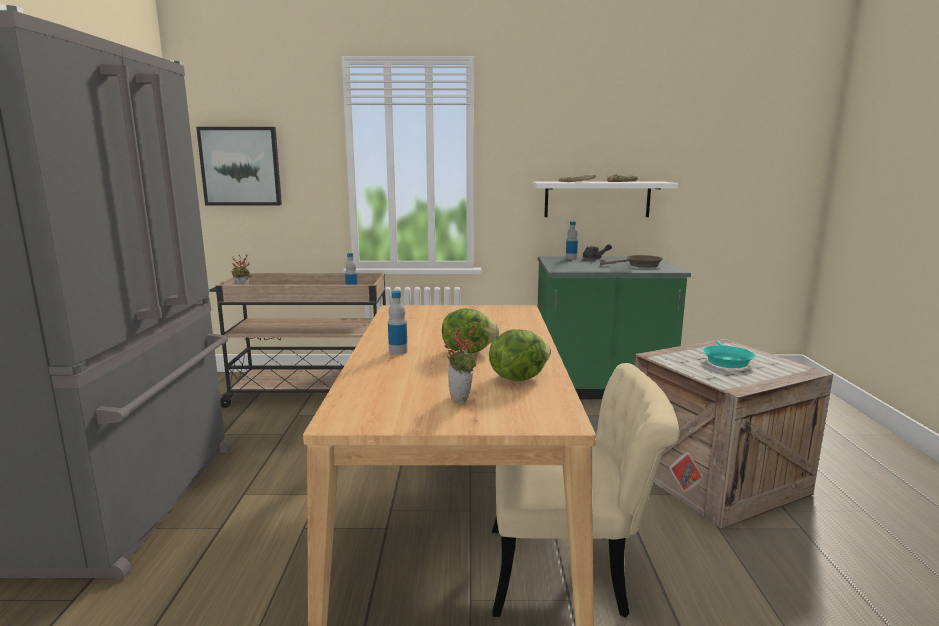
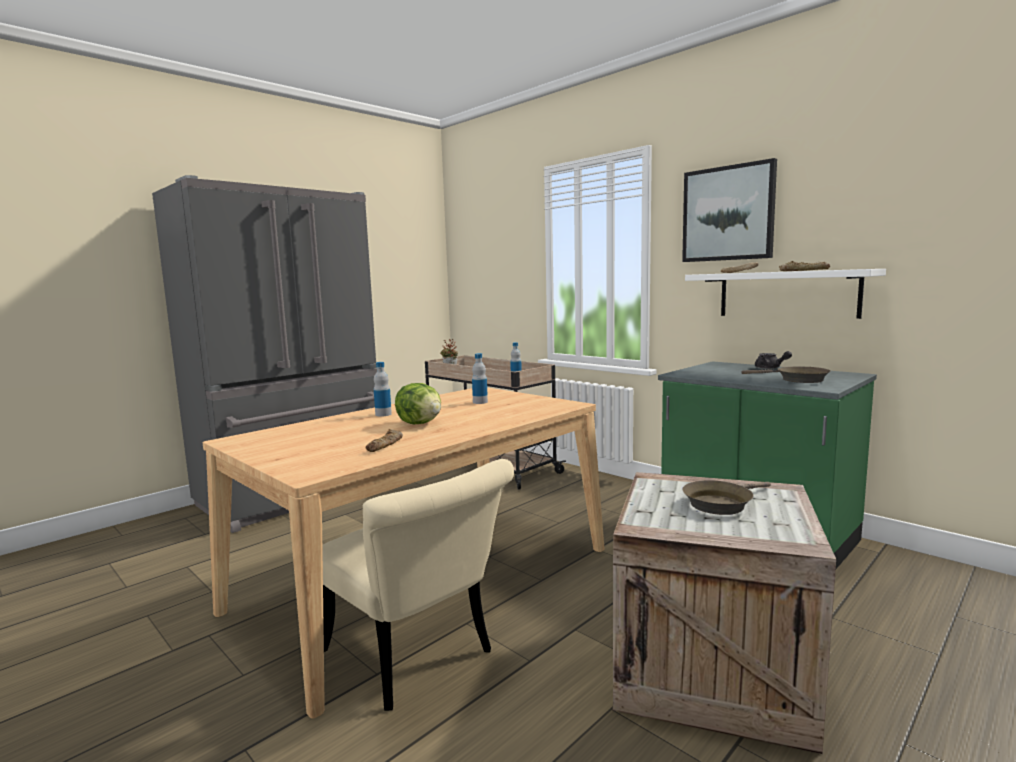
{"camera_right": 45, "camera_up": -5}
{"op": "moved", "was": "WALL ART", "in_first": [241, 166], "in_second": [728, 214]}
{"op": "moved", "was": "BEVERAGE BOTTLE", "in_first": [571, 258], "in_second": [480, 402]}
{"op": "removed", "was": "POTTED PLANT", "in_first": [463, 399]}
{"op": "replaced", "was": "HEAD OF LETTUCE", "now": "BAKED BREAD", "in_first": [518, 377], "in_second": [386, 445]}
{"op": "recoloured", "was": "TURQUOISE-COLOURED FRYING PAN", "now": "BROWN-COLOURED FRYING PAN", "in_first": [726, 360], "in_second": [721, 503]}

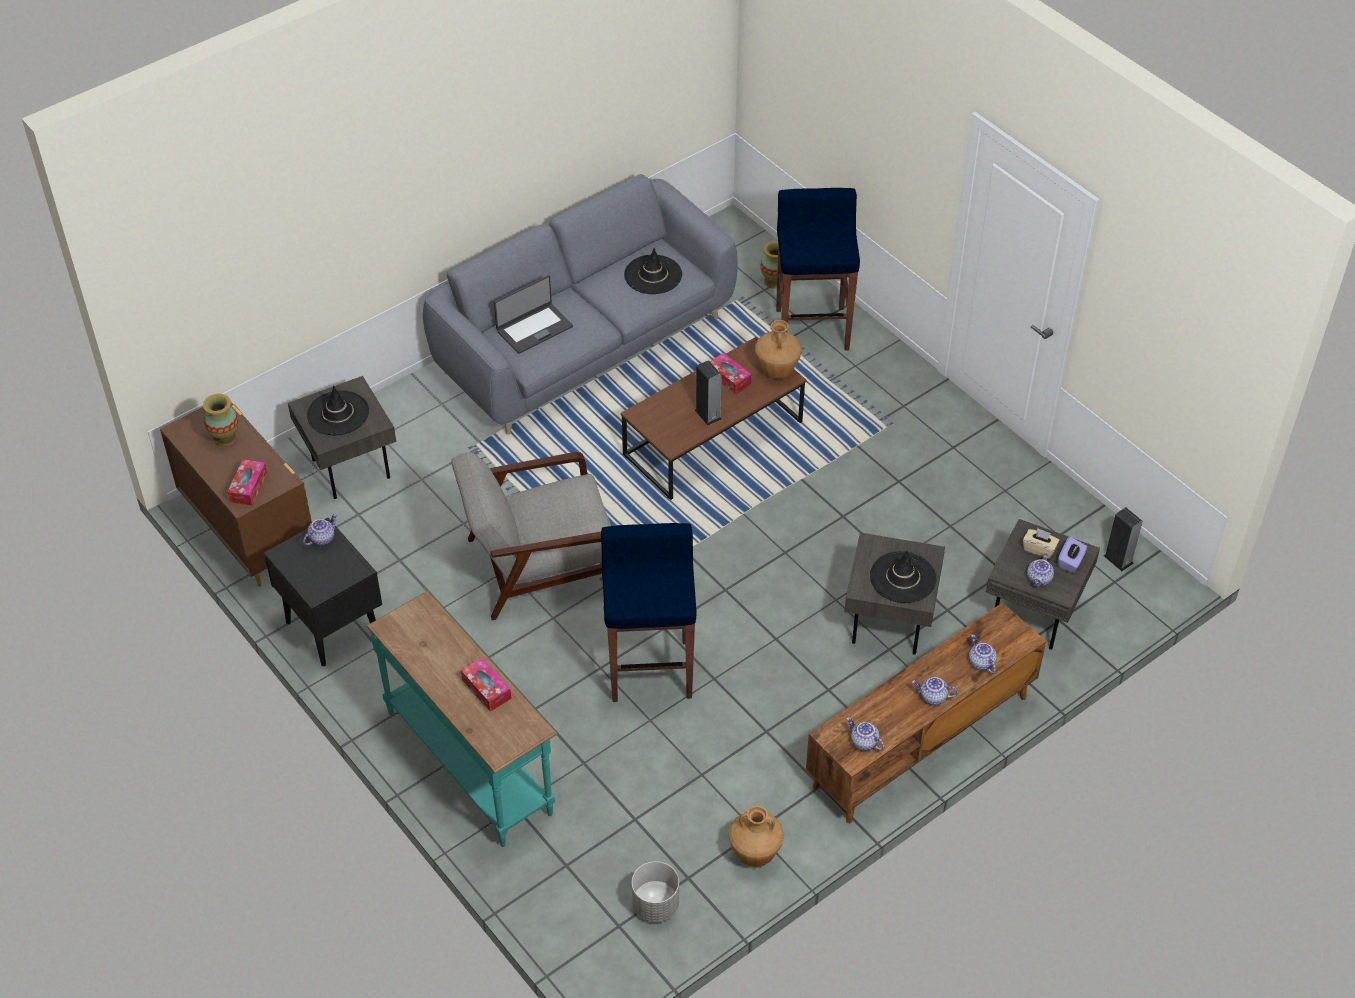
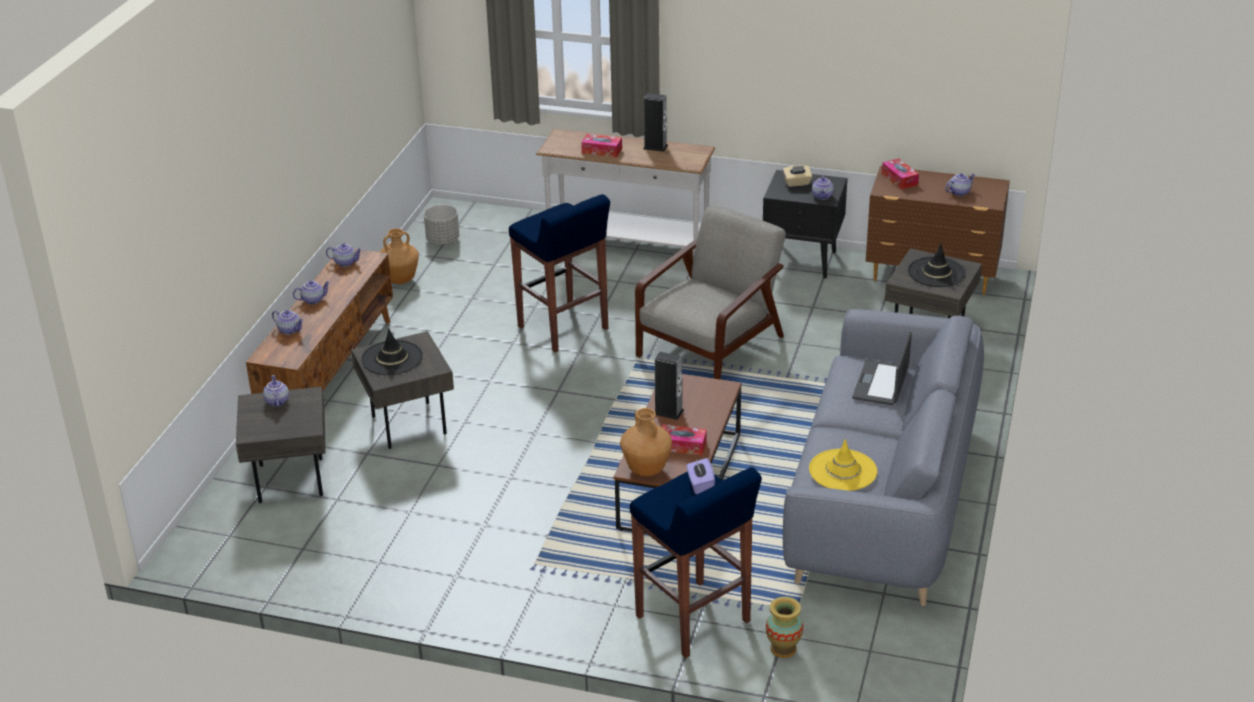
{"camera_right": 145, "camera_up": -15}
{"op": "recoloured", "was": "BLACKISH CLOTHING HAT", "now": "YELLOWISH CLOTHING HAT", "in_first": [653, 275], "in_second": [843, 470]}
{"op": "replaced", "was": "VASE", "now": "POT FOR TEA", "in_first": [225, 438], "in_second": [959, 192]}
{"op": "moved", "was": "LOUDSPEAKER", "in_first": [1118, 559], "in_second": [655, 147]}
{"op": "moved", "was": "SAND-COLOURED TISSUE BOX", "in_first": [1039, 549], "in_second": [797, 183]}
{"op": "moved", "was": "PURPLE-COLOURED TISSUE BOX", "in_first": [1070, 562], "in_second": [700, 485]}
{"op": "recoloured", "was": "TURQUOISE-COLOURED NARROW TABLE", "now": "WHITISH NARROW TABLE", "in_first": [471, 761], "in_second": [627, 246]}

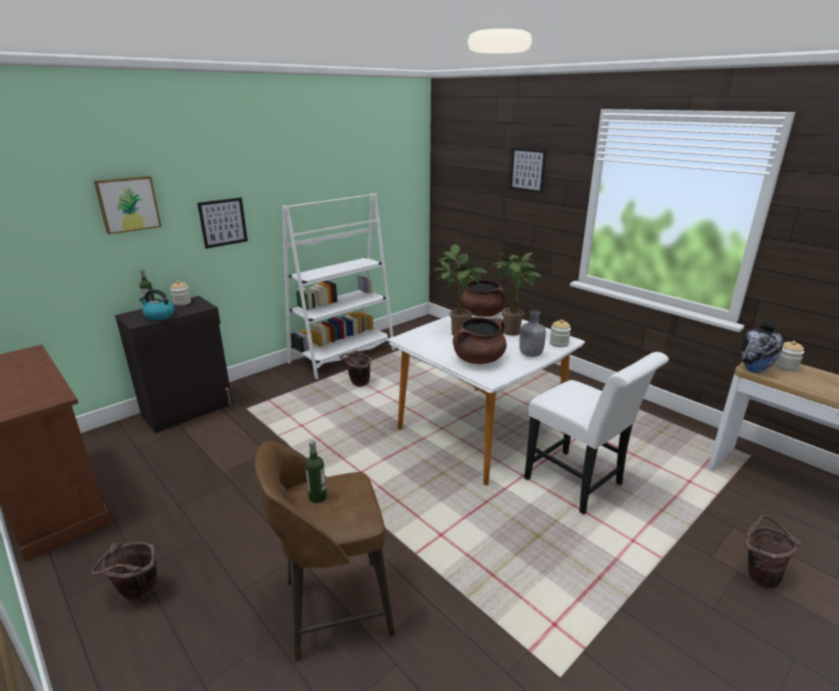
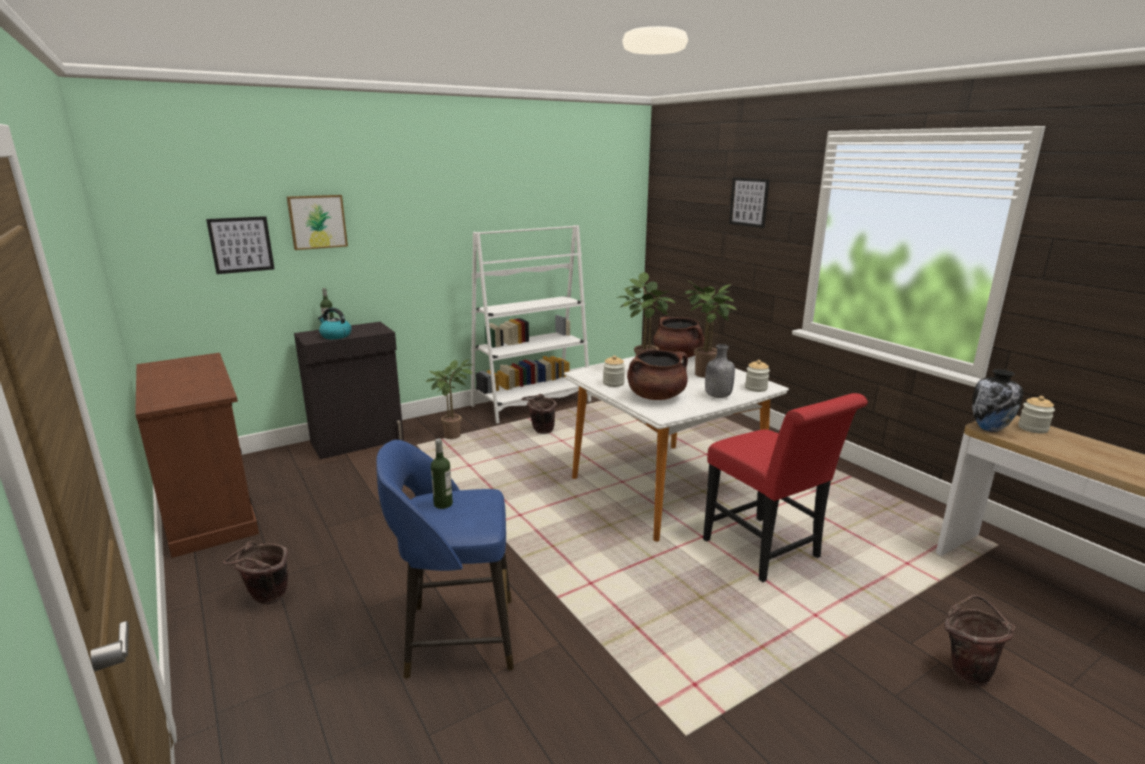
{"camera_right": 10, "camera_up": -5}
{"op": "moved", "was": "WALL ART", "in_first": [223, 222], "in_second": [241, 244]}
{"op": "moved", "was": "STORAGE JAR", "in_first": [182, 303], "in_second": [613, 383]}
{"op": "recoloured", "was": "WHITISH CHAIR", "now": "RED CHAIR", "in_first": [579, 485], "in_second": [767, 553]}
{"op": "recoloured", "was": "BROWN-COLOURED STOOL SEAT", "now": "BLUISH STOOL SEAT", "in_first": [334, 608], "in_second": [456, 636]}
{"op": "added", "now": "POTTED PLANT", "in_second": [453, 435]}

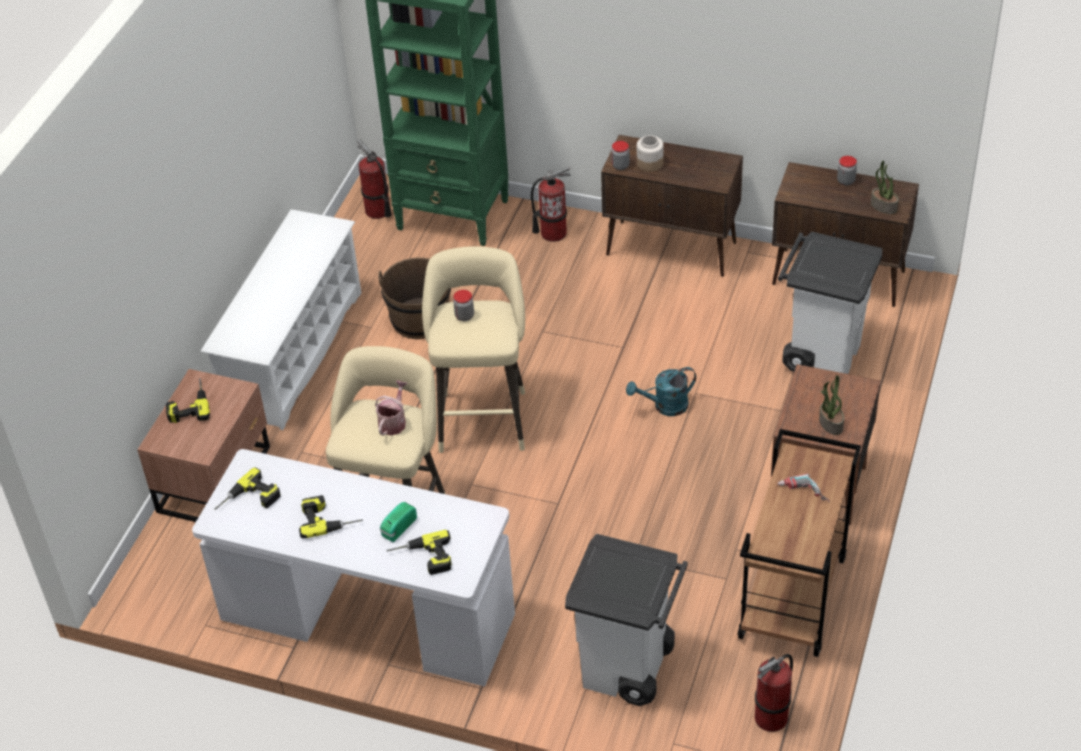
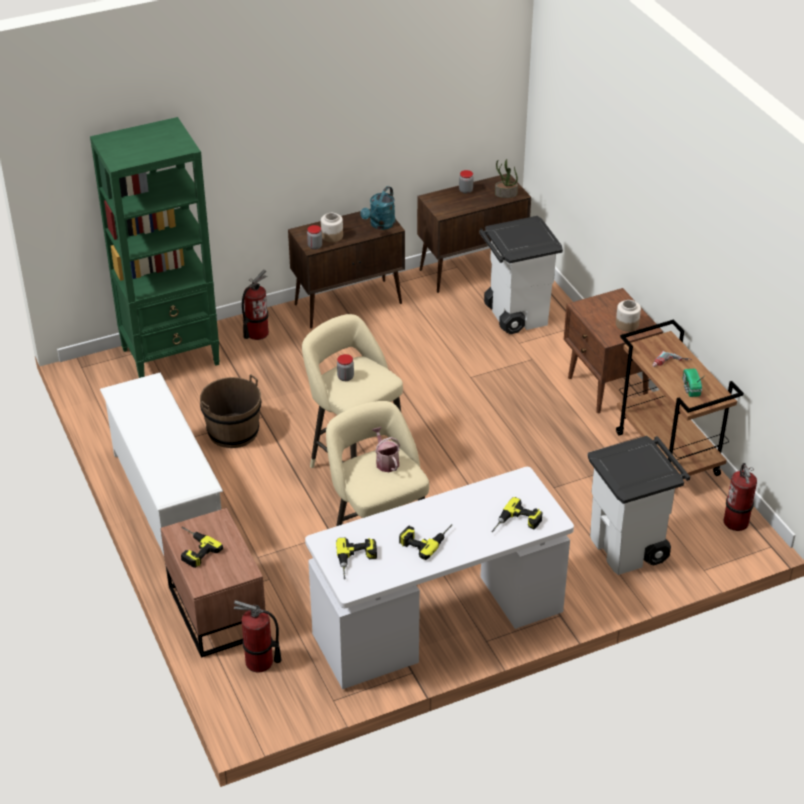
{"camera_right": -45, "camera_up": -5}
{"op": "moved", "was": "EXTINGUISHER", "in_first": [377, 211], "in_second": [259, 662]}
{"op": "moved", "was": "TURQUOISE-COLOURED WATERING CAN", "in_first": [665, 406], "in_second": [380, 225]}
{"op": "replaced", "was": "POTTED PLANT", "now": "STORAGE JAR", "in_first": [830, 423], "in_second": [626, 324]}
{"op": "moved", "was": "RADIO", "in_first": [397, 528], "in_second": [690, 388]}

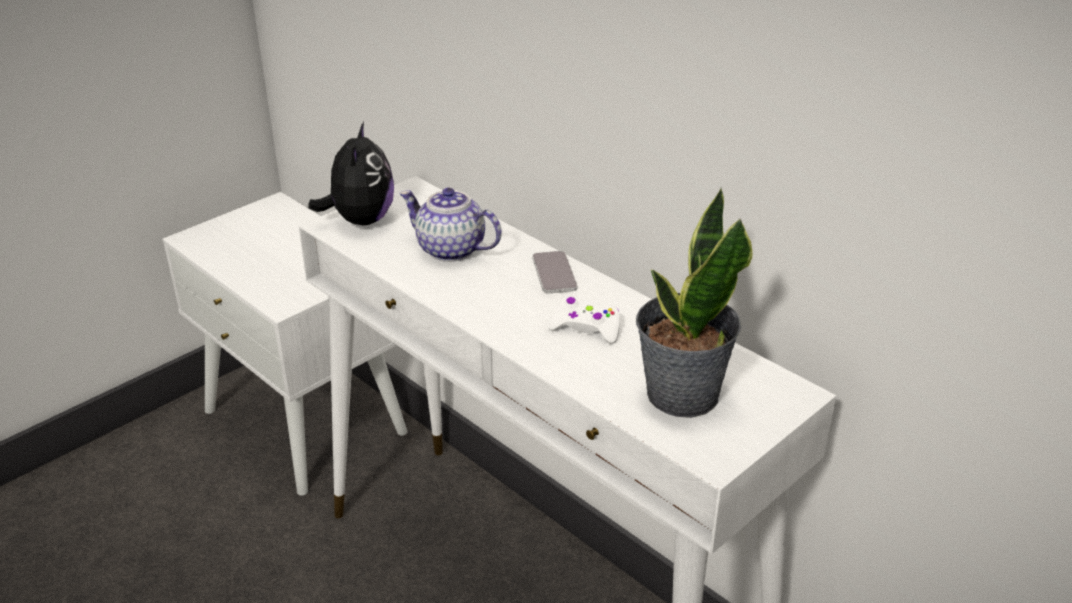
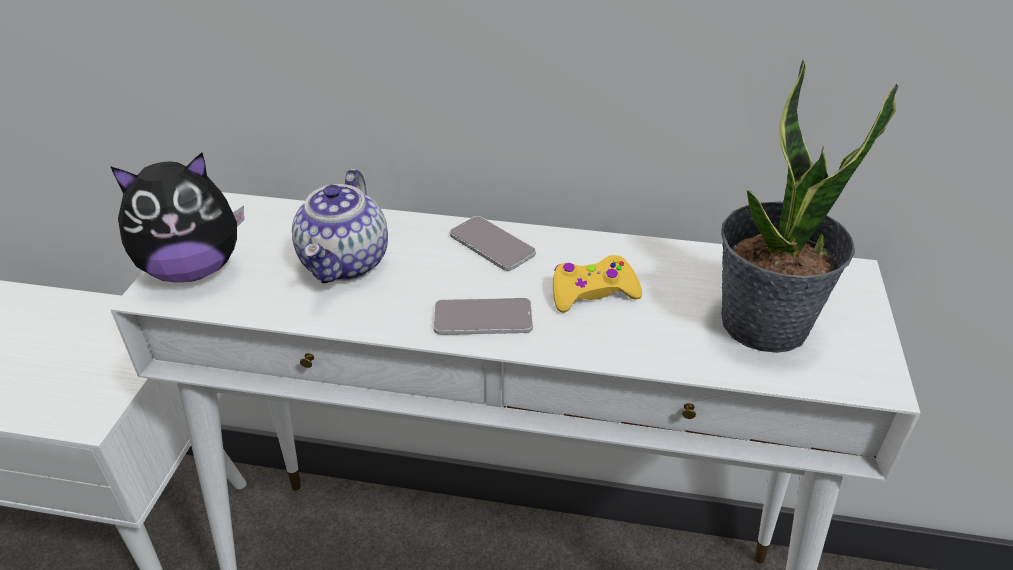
{"camera_right": -35, "camera_up": 5}
{"op": "turned", "was": "CUDDLY TOY", "in_first": [360, 220], "in_second": [193, 269], "clockwise": 105}
{"op": "turned", "was": "POT FOR TEA", "in_first": [450, 249], "in_second": [346, 263], "clockwise": -75}
{"op": "recoloured", "was": "WHITISH JOYPAD", "now": "YELLOWISH JOYPAD", "in_first": [585, 328], "in_second": [592, 293]}
{"op": "added", "now": "HANDSET", "in_second": [483, 318]}

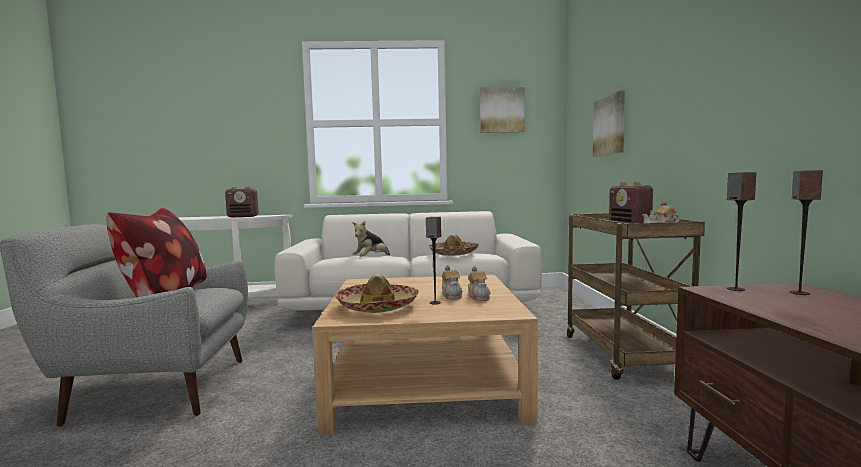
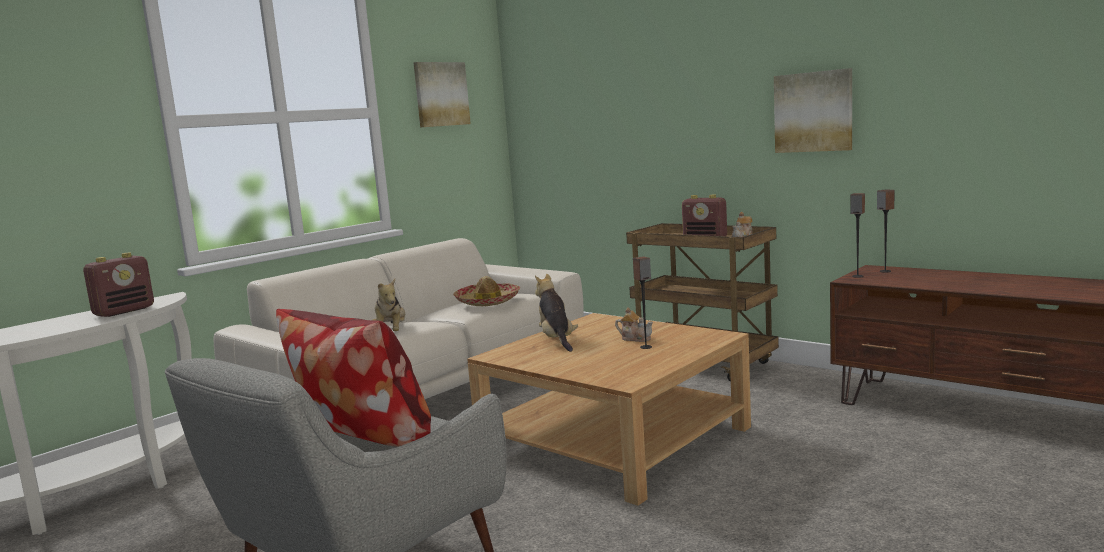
{"camera_right": -45, "camera_up": 5}
{"op": "moved", "was": "WALL ART", "in_first": [610, 125], "in_second": [813, 112]}
{"op": "removed", "was": "POT FOR TEA", "in_first": [479, 297]}
{"op": "removed", "was": "CLOTHING HAT", "in_first": [378, 306]}
{"op": "added", "now": "CUDDLY TOY", "in_second": [557, 340]}

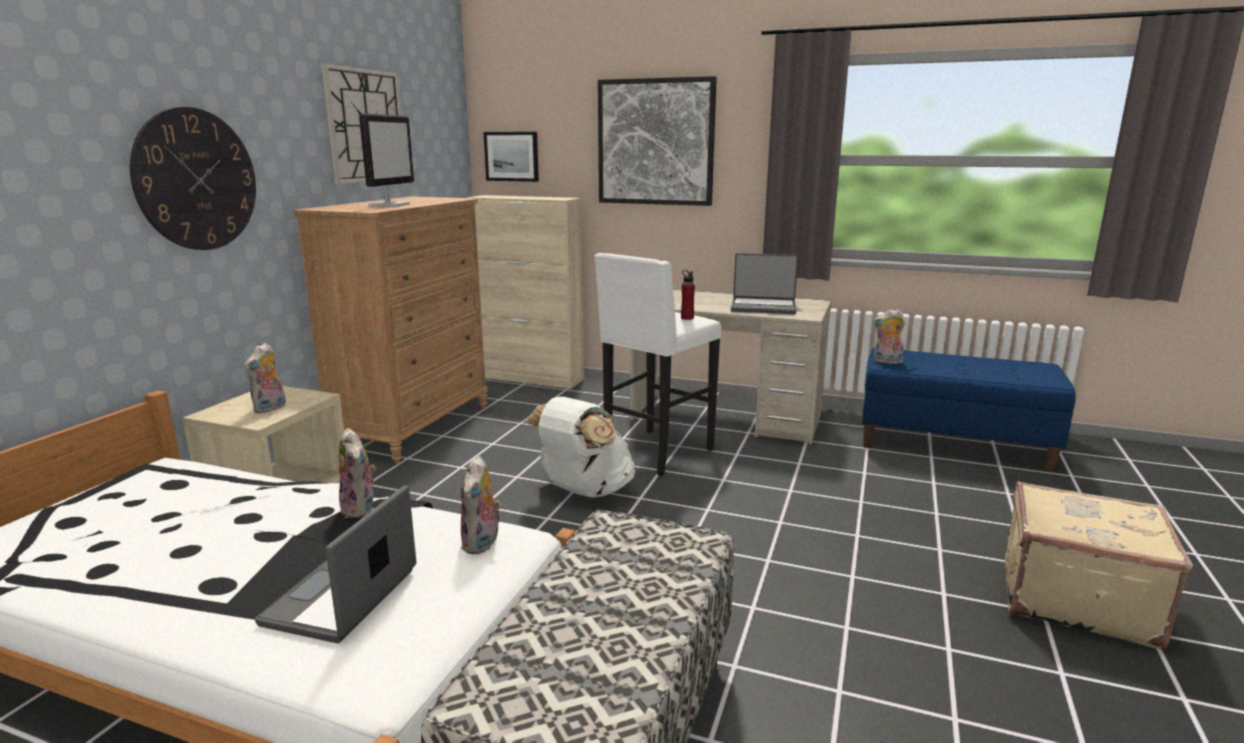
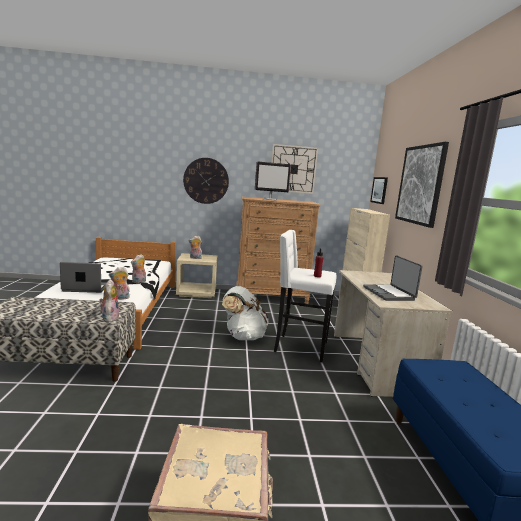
{"camera_right": 65, "camera_up": -5}
{"op": "moved", "was": "CUDDLY TOY", "in_first": [886, 362], "in_second": [109, 318]}

